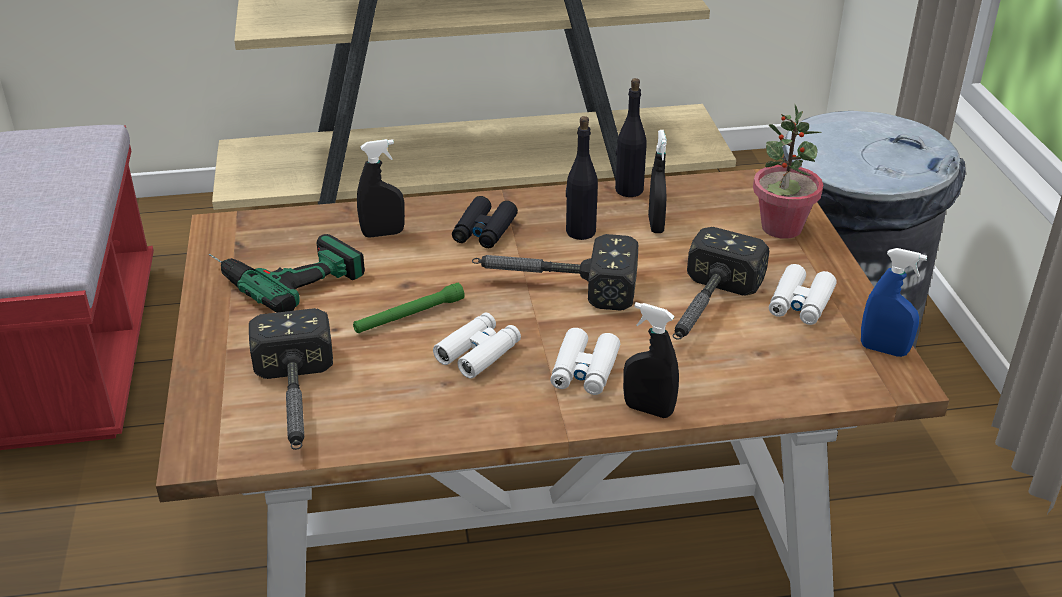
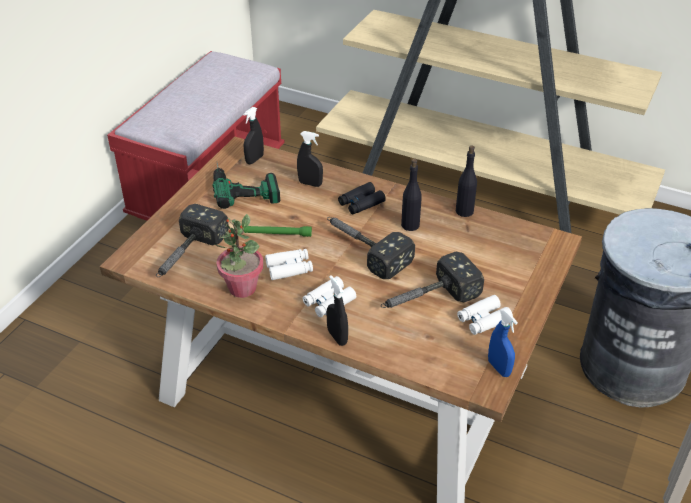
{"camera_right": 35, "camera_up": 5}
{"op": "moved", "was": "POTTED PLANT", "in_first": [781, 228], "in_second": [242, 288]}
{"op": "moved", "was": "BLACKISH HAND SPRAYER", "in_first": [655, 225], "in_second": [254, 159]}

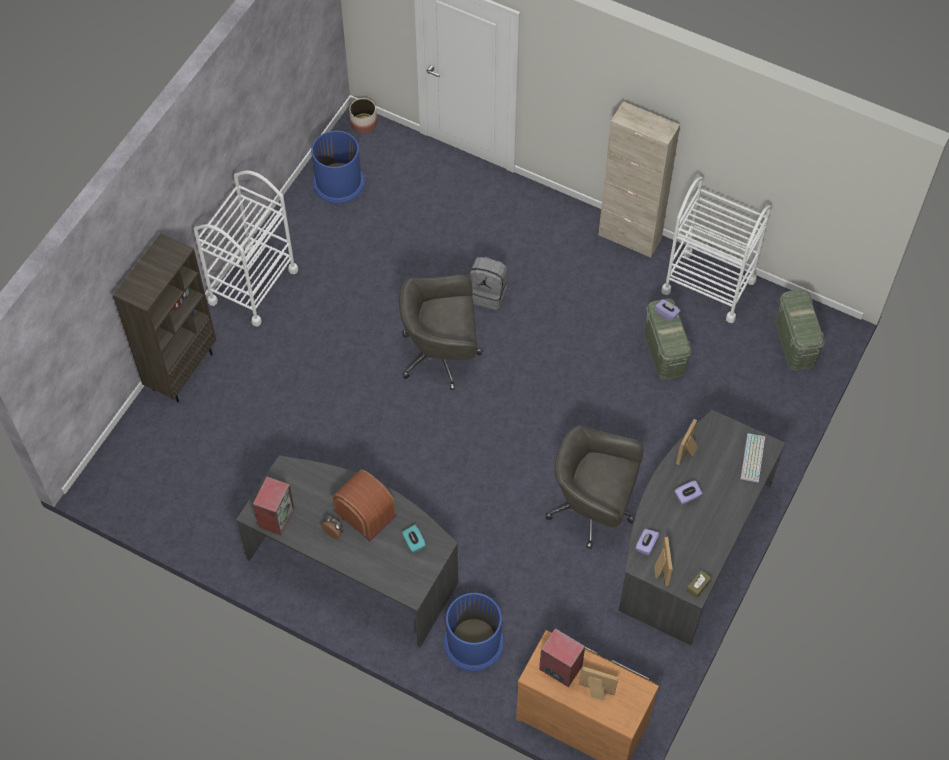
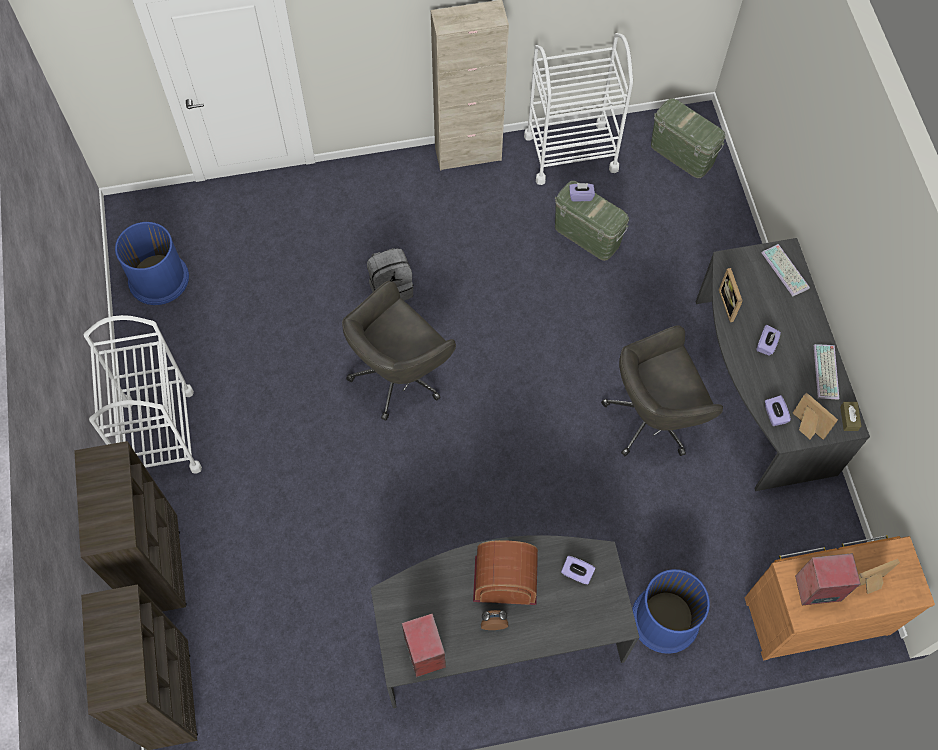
{"camera_right": -40, "camera_up": 5}
{"op": "removed", "was": "FLOWER POT", "in_first": [363, 123]}
{"op": "recoloured", "was": "TURQUOISE-COLOURED TISSUE BOX", "now": "PURPLE-COLOURED TISSUE BOX", "in_first": [414, 543], "in_second": [576, 573]}
{"op": "added", "now": "COMPUTER KEYBOARD", "in_second": [827, 372]}
{"op": "added", "now": "BROWN-COLOURED BOOKCASE", "in_second": [172, 698]}

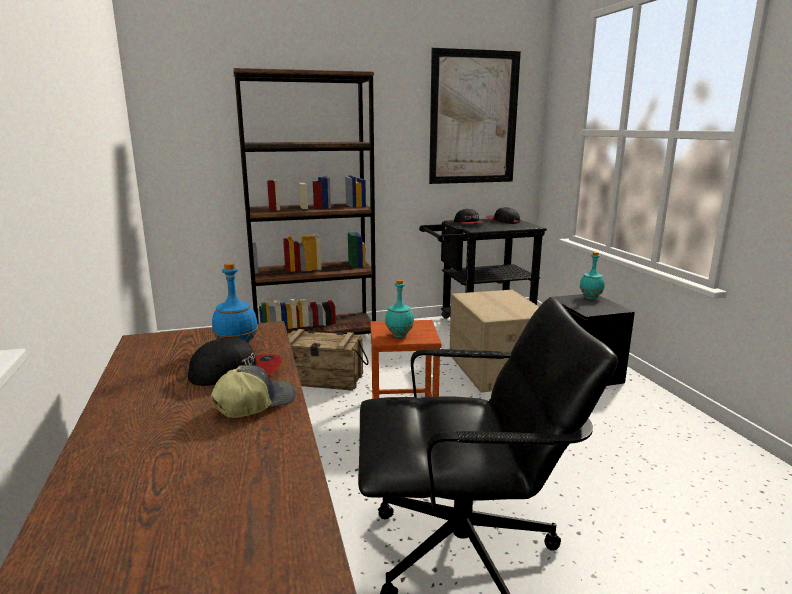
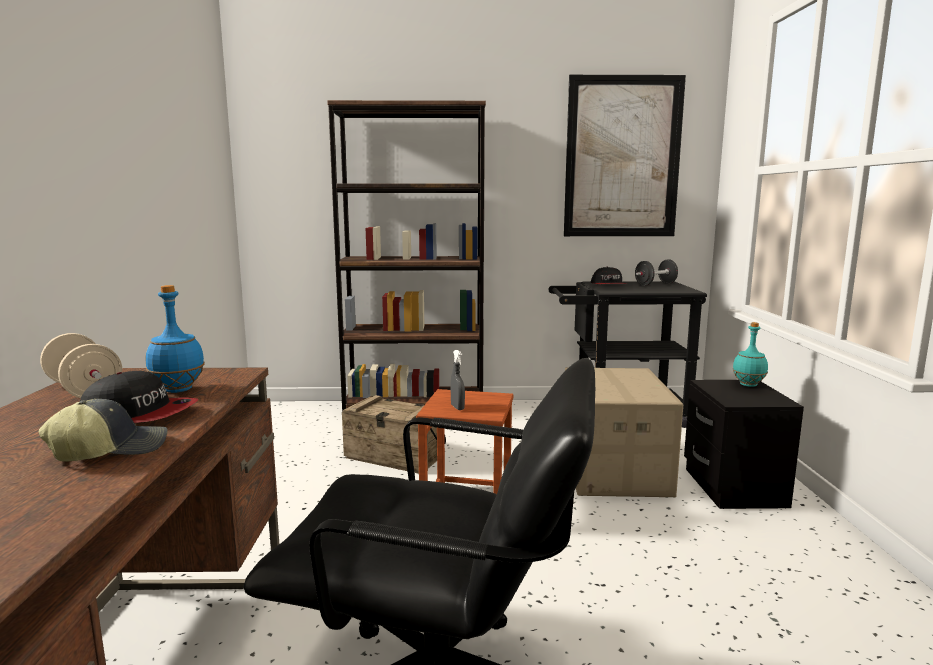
{"camera_right": 15, "camera_up": -5}
{"op": "replaced", "was": "CAP", "now": "BLACKISH FREE WEIGHT", "in_first": [502, 221], "in_second": [655, 284]}
{"op": "replaced", "was": "TURQUOISE-COLOURED BEVERAGE BOTTLE", "now": "GREYISH HAND SPRAYER", "in_first": [399, 335], "in_second": [457, 407]}
{"op": "added", "now": "SAND-COLOURED FREE WEIGHT", "in_second": [84, 390]}

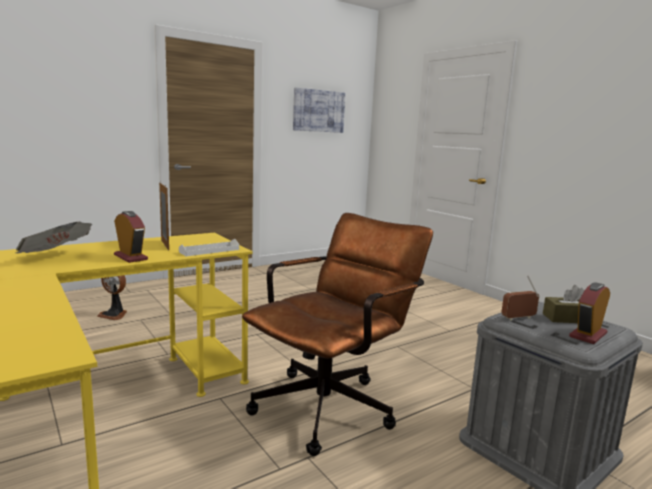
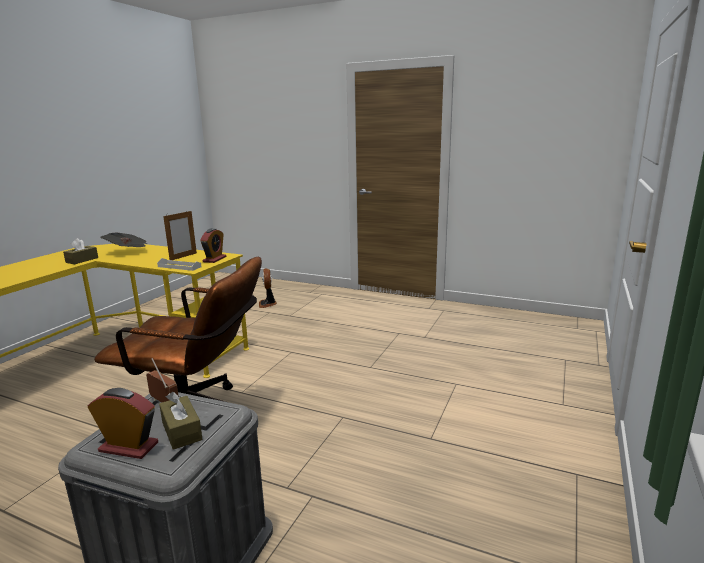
{"camera_right": 60, "camera_up": 5}
{"op": "removed", "was": "WALL ART", "in_first": [318, 111]}
{"op": "moved", "was": "ALARM CLOCK", "in_first": [130, 257], "in_second": [214, 259]}
{"op": "added", "now": "BROWN-COLOURED TISSUE BOX", "in_second": [82, 260]}

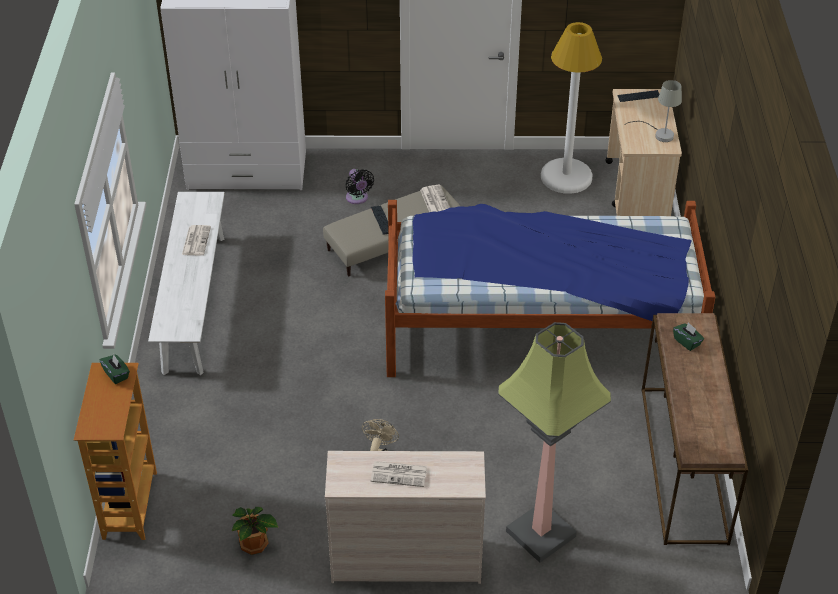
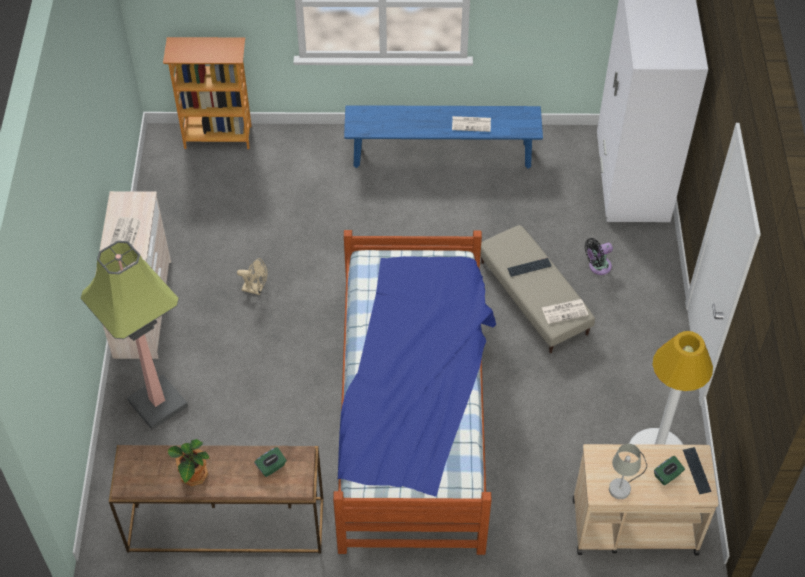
{"camera_right": 90, "camera_up": 10}
{"op": "recoloured", "was": "WHITISH BENCH", "now": "BLUISH BENCH", "in_first": [194, 302], "in_second": [442, 155]}
{"op": "moved", "was": "GREEN TISSUE BOX", "in_first": [116, 374], "in_second": [667, 475]}
{"op": "moved", "was": "POTTED PLANT", "in_first": [254, 545], "in_second": [193, 475]}

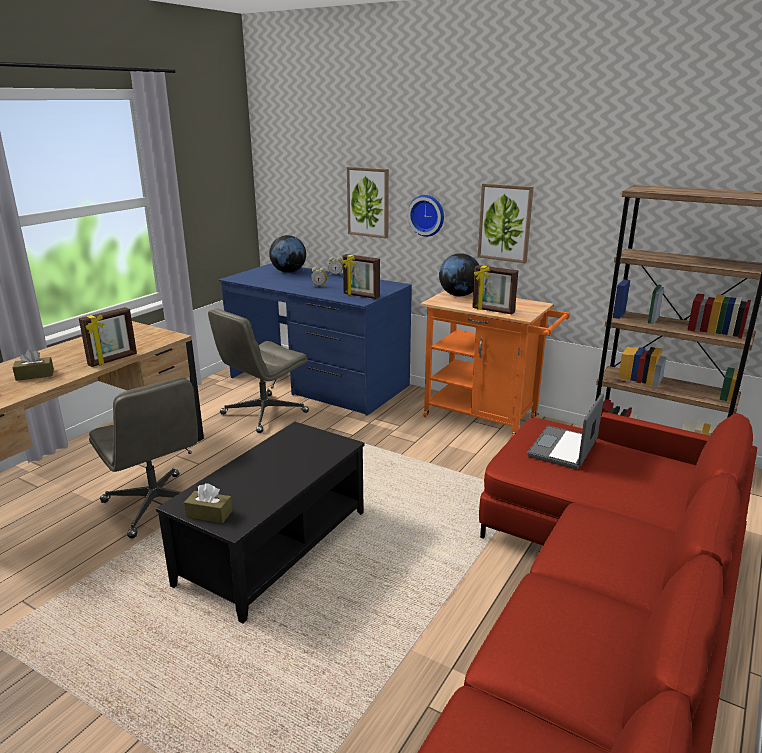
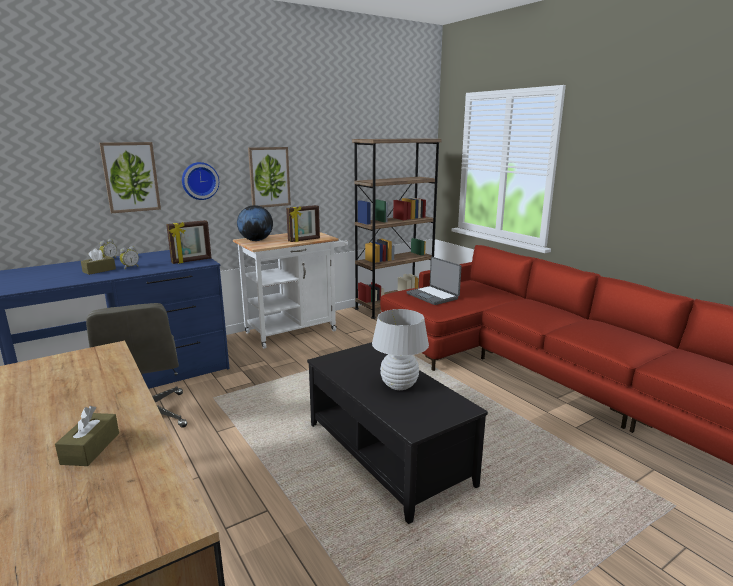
{"camera_right": -65, "camera_up": -5}
{"op": "removed", "was": "DESK GLOBE", "in_first": [288, 272]}
{"op": "recoloured", "was": "ORANGE-COLOURED CART", "now": "WHITISH CART", "in_first": [487, 418], "in_second": [296, 330]}
{"op": "removed", "was": "STANDING FRAME", "in_first": [113, 360]}
{"op": "removed", "was": "GREYISH OFFICE CHAIR", "in_first": [156, 505]}
{"op": "moved", "was": "BROWN-COLOURED TISSUE BOX", "in_first": [209, 514], "in_second": [99, 270]}
{"op": "added", "now": "WHITISH TABLETOP LAMP", "in_second": [399, 385]}

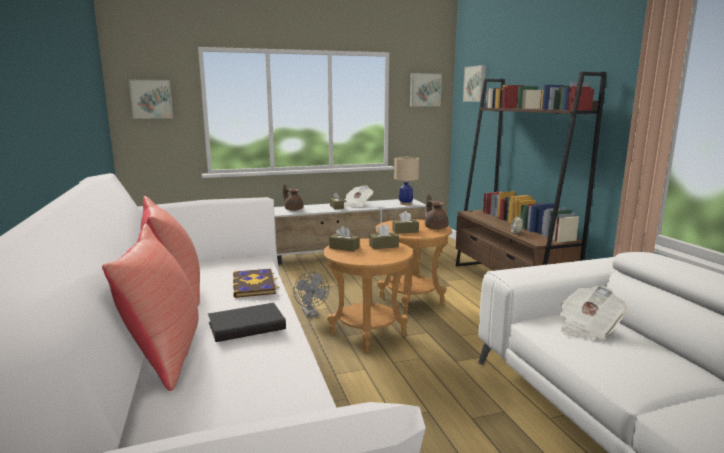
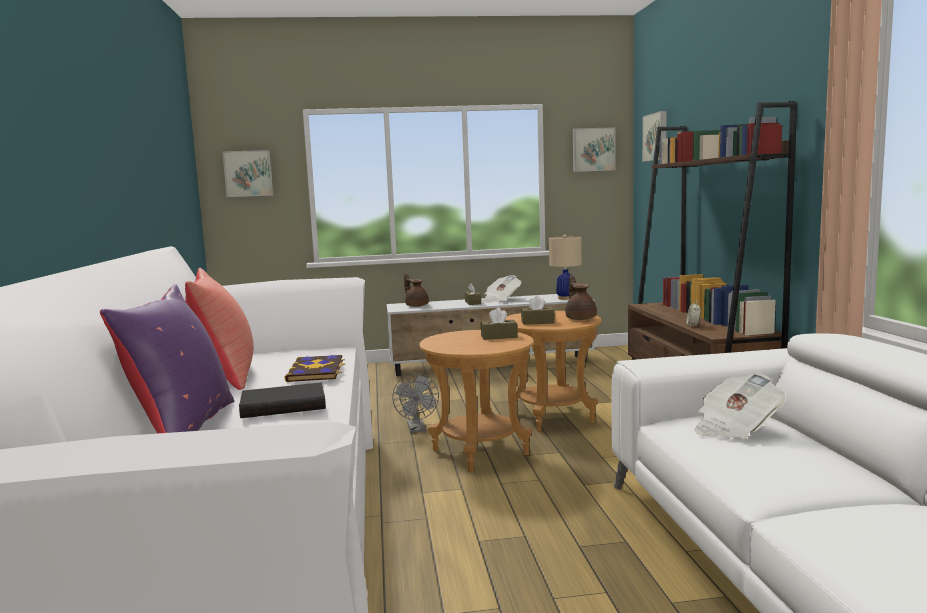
{"camera_right": 10, "camera_up": -5}
{"op": "recoloured", "was": "RED CUSHION", "now": "PURPLE-COLOURED CUSHION", "in_first": [165, 353], "in_second": [183, 428]}
{"op": "removed", "was": "BROWN-COLOURED TISSUE BOX", "in_first": [344, 248]}

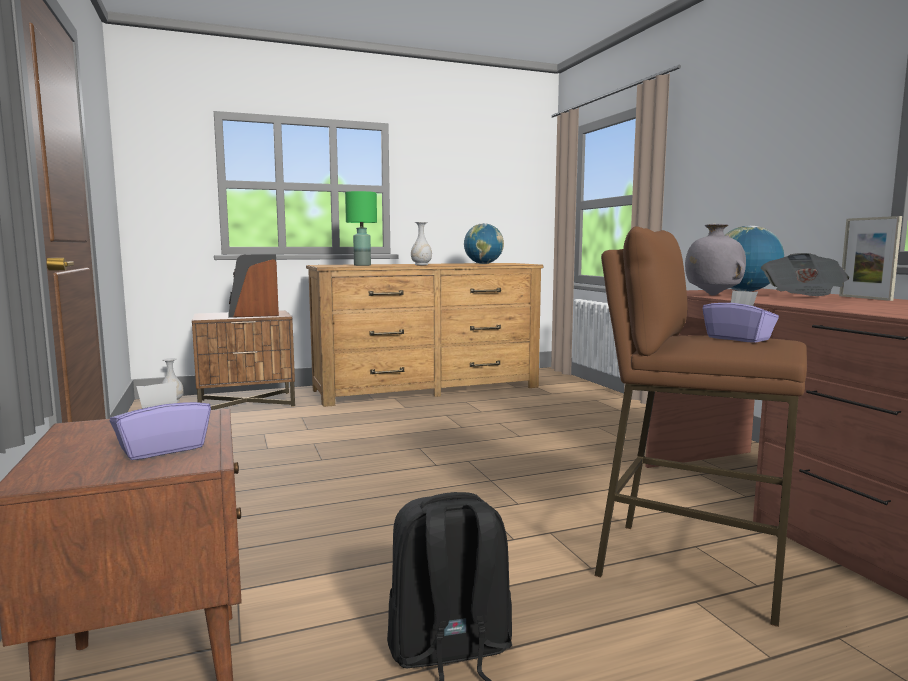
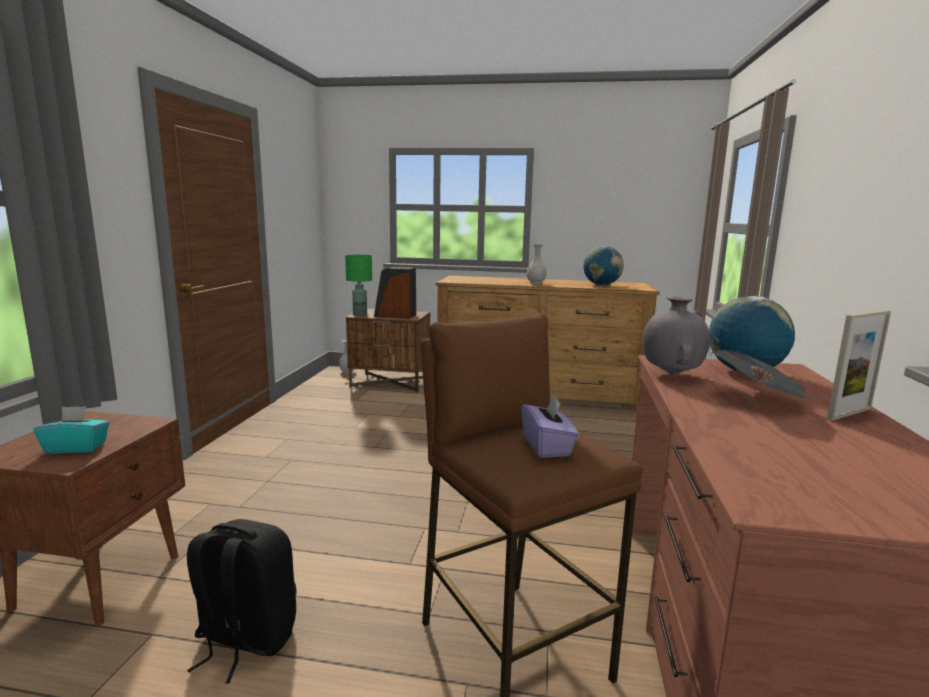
{"camera_right": 30, "camera_up": 5}
{"op": "moved", "was": "GREEN TABLETOP LAMP", "in_first": [362, 265], "in_second": [360, 315]}
{"op": "turned", "was": "STANDING FRAME", "in_first": [864, 298], "in_second": [849, 414], "clockwise": -135}
{"op": "recoloured", "was": "PURPLE-COLOURED TISSUE BOX", "now": "TURQUOISE-COLOURED TISSUE BOX", "in_first": [162, 449], "in_second": [76, 448]}

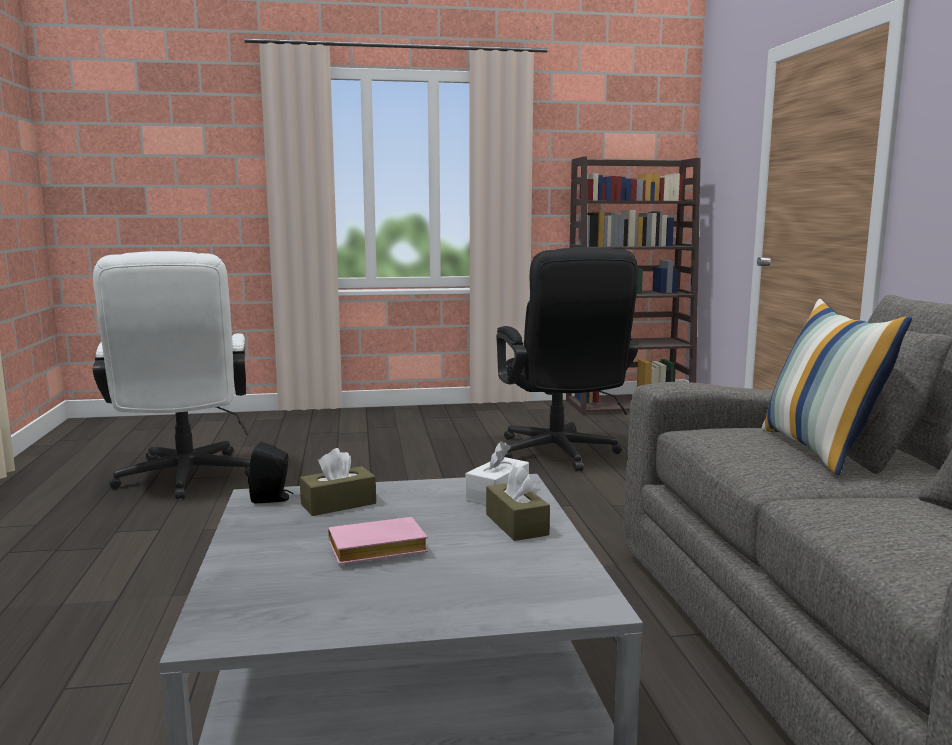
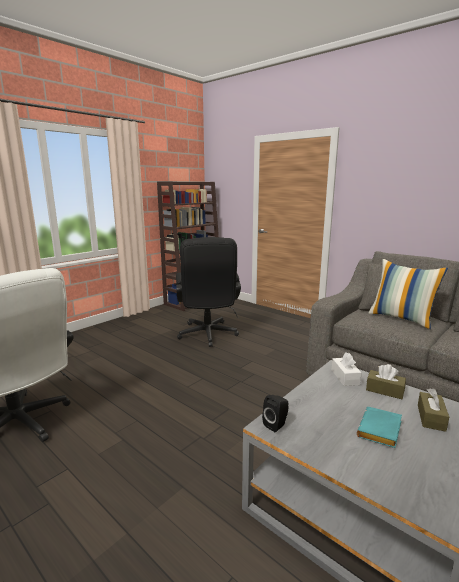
{"camera_right": -40, "camera_up": 5}
{"op": "turned", "was": "BLACKISH OFFICE CHAIR", "in_first": [560, 455], "in_second": [208, 336], "clockwise": 45}
{"op": "moved", "was": "BROWN-COLOURED TISSUE BOX", "in_first": [338, 504], "in_second": [431, 417]}
{"op": "recoloured", "was": "PINK VOLUME", "now": "TURQUOISE-COLOURED VOLUME", "in_first": [375, 551], "in_second": [380, 431]}

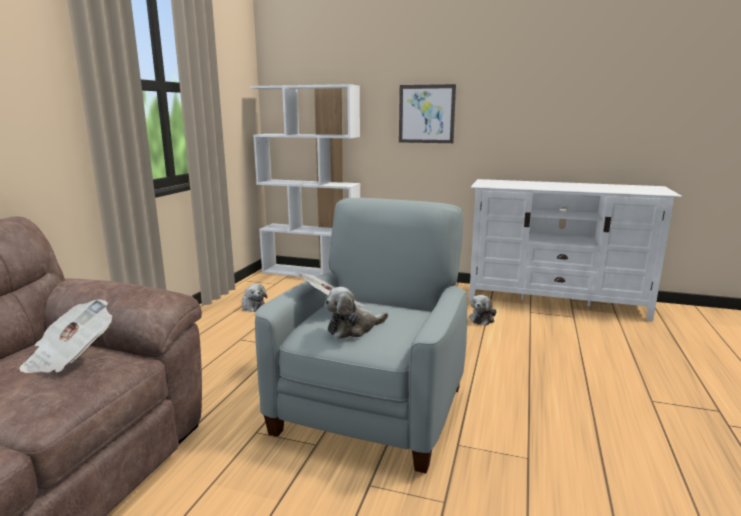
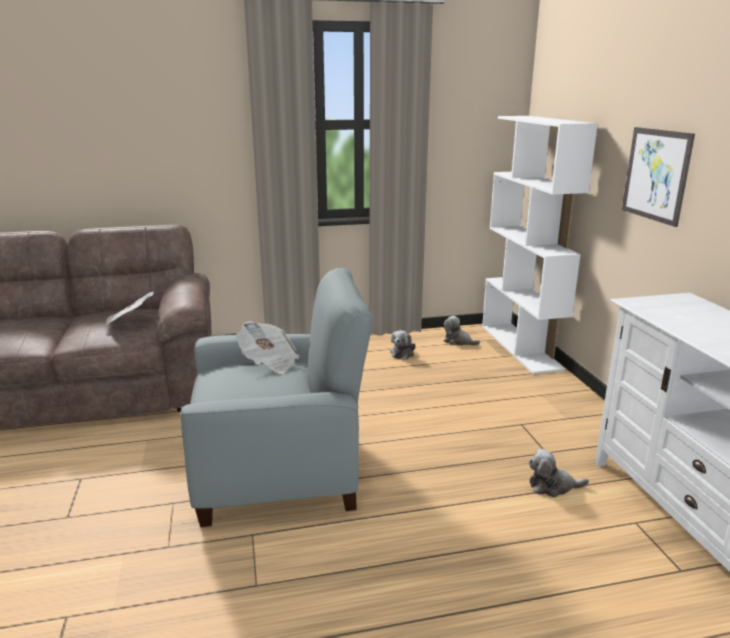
{"camera_right": 60, "camera_up": 5}
{"op": "moved", "was": "CUDDLY TOY", "in_first": [353, 329], "in_second": [458, 341]}

